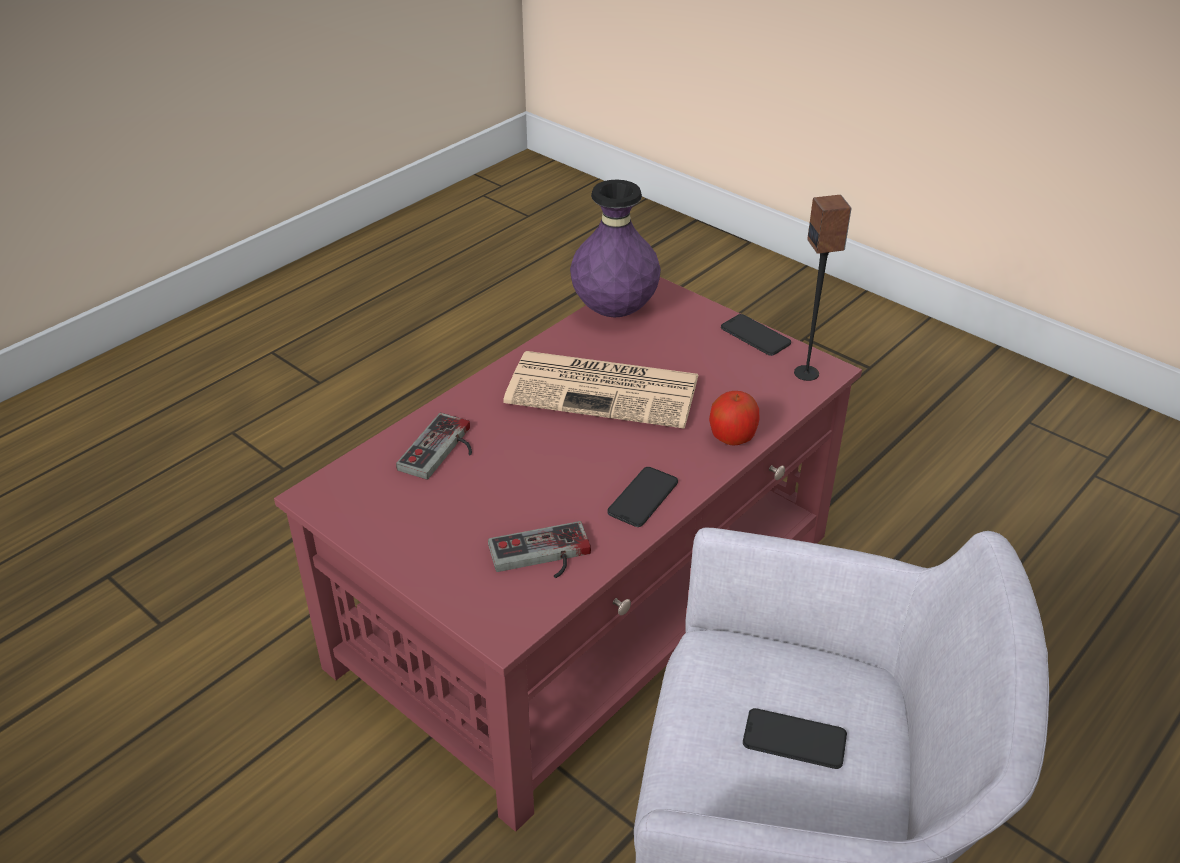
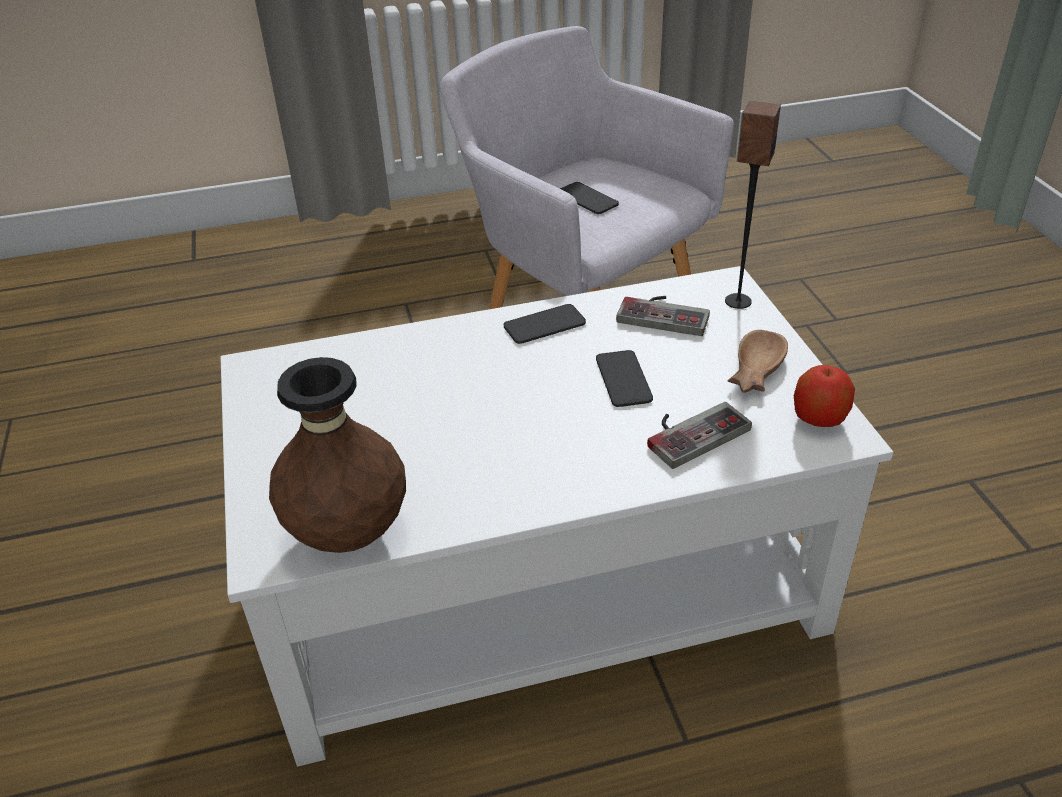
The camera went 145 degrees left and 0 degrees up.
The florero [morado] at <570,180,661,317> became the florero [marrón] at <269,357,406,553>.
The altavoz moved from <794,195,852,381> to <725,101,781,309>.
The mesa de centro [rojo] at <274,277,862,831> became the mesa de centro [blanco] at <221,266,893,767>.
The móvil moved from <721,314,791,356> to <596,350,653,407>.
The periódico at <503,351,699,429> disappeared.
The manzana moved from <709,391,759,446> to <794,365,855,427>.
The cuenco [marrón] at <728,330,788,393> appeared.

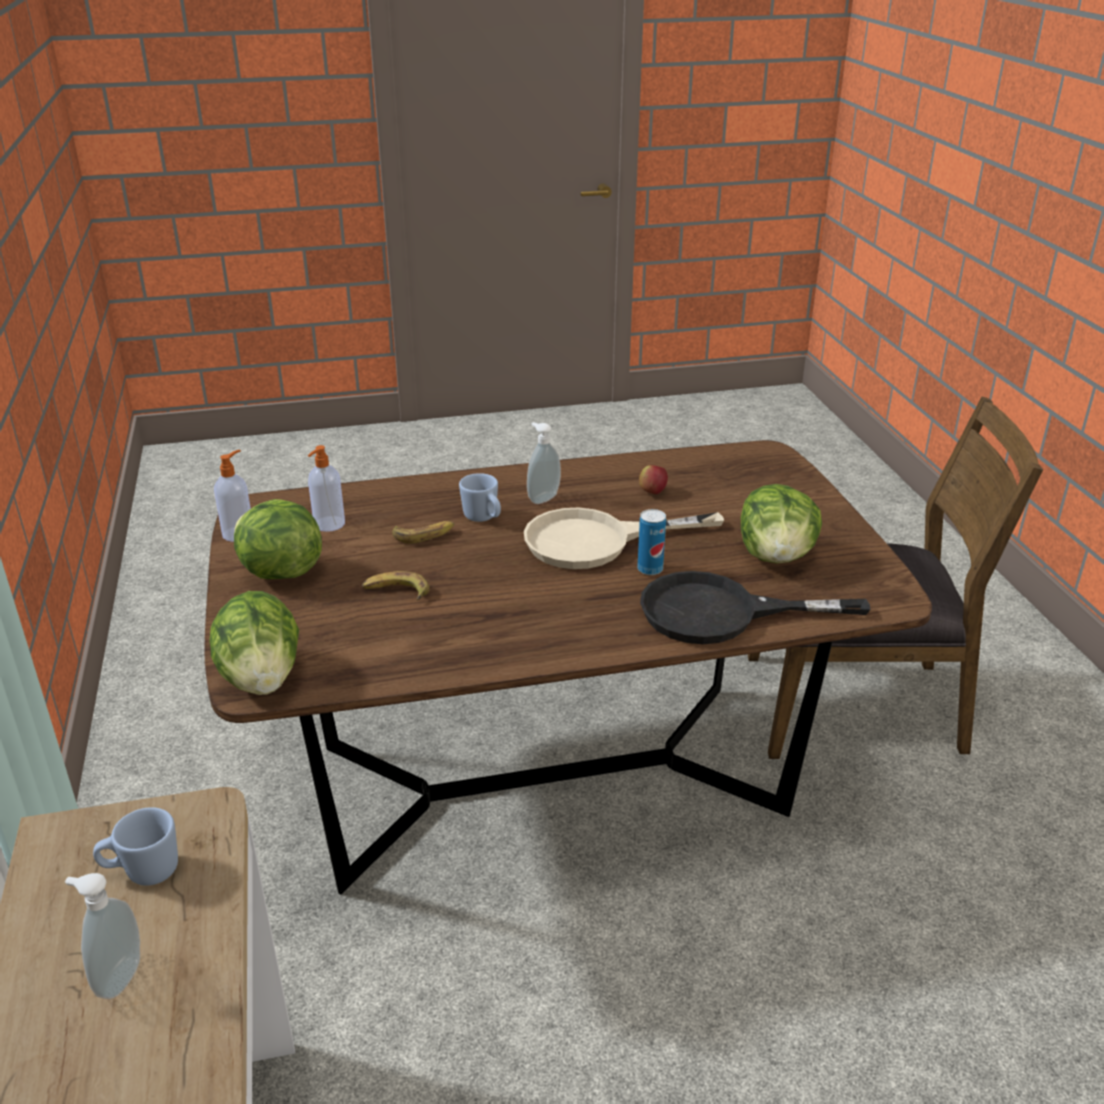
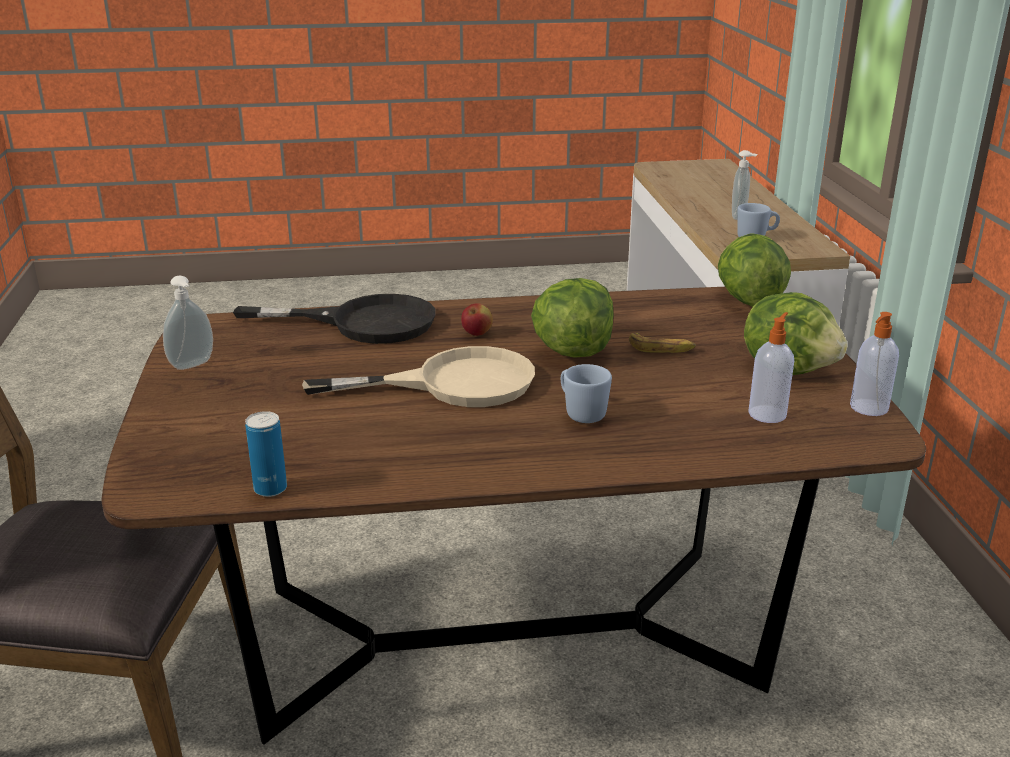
The camera went 175 degrees left and 5 degrees down.
The dispensador de jabón moved from <527,422,561,504> to <163,276,213,370>.
The manzana moved from <639,465,668,494> to <461,303,493,336>.
The lechuga moved from <741,484,822,563> to <531,278,614,358>.
The lata moved from <637,509,666,575> to <245,411,287,497>.
The plátano at <392,521,455,544> disappeared.

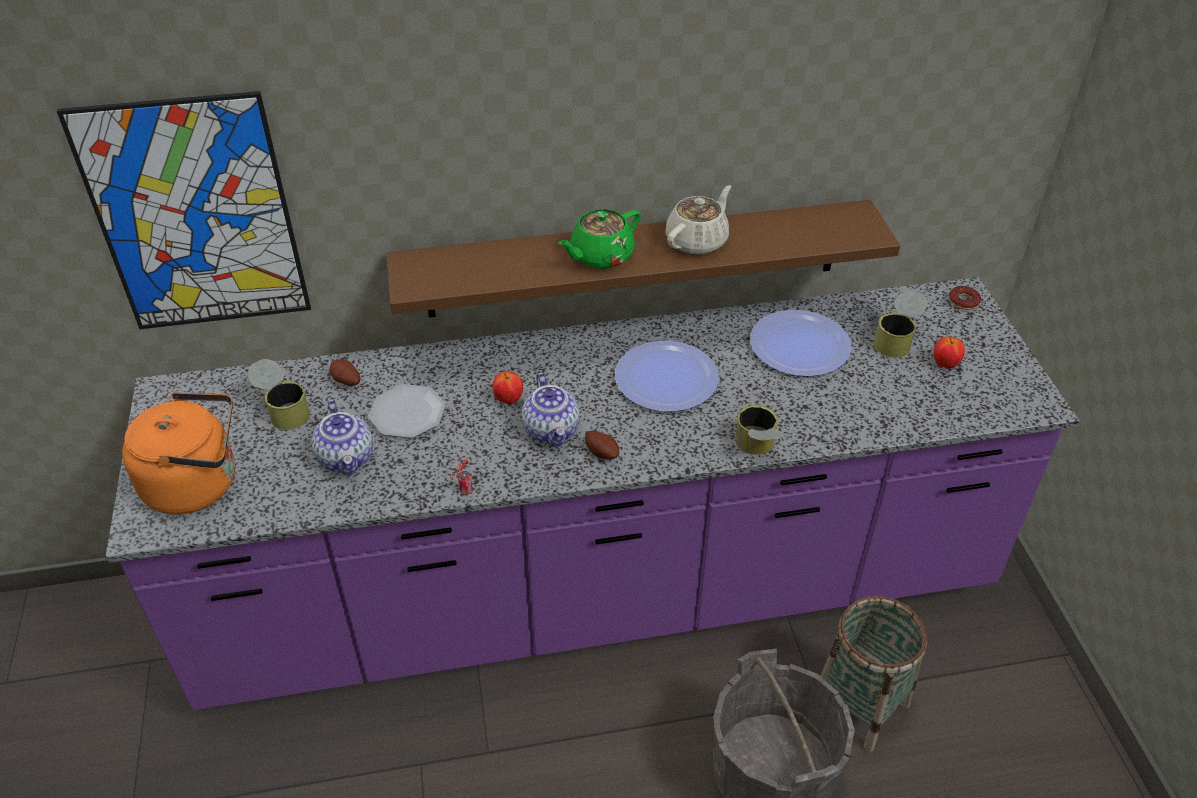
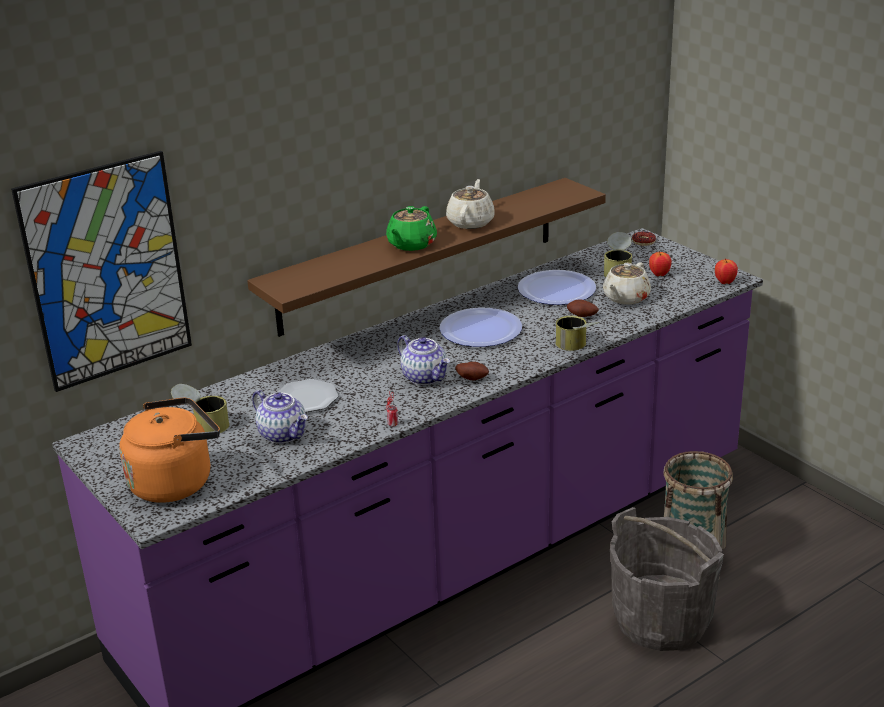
The camera went 25 degrees left and 15 degrees down.
The patata moved from <330,359,360,386> to <567,299,599,317>.
The manzana moved from <492,371,523,405> to <715,258,738,284>.
The tetera [beis] at <603,262,651,305> appeared.

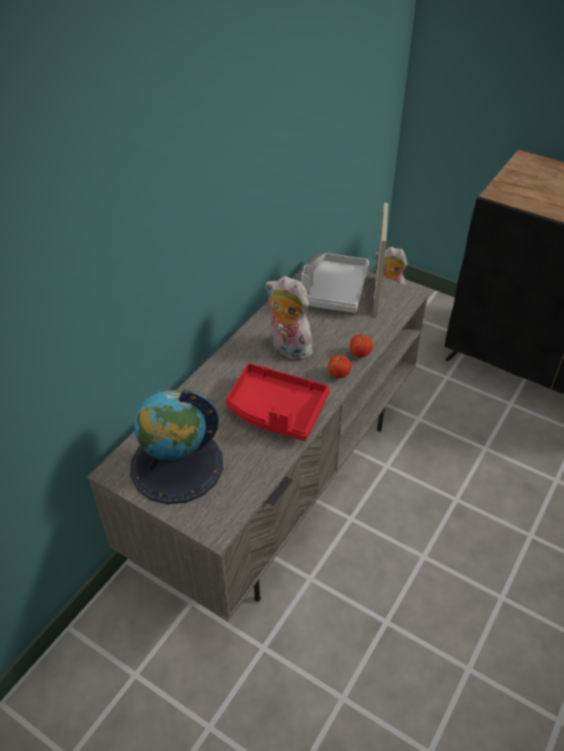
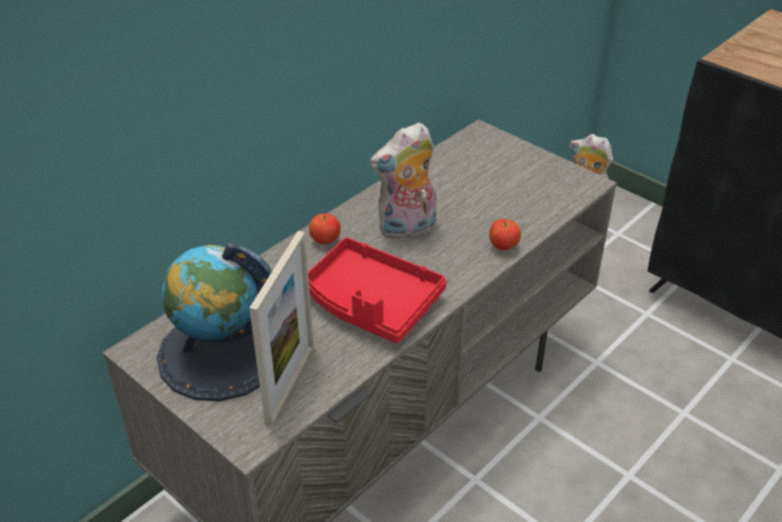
The camera went 10 degrees right and 5 degrees down.
The portarretratos moved from <373,203,388,316> to <249,231,314,427>.
The bandeja [gris] at <301,253,369,313> disappeared.
The peluche at <265,276,312,360> turned 75 degrees counterclockwise.
The manzana moved from <328,355,352,378> to <309,214,341,244>.

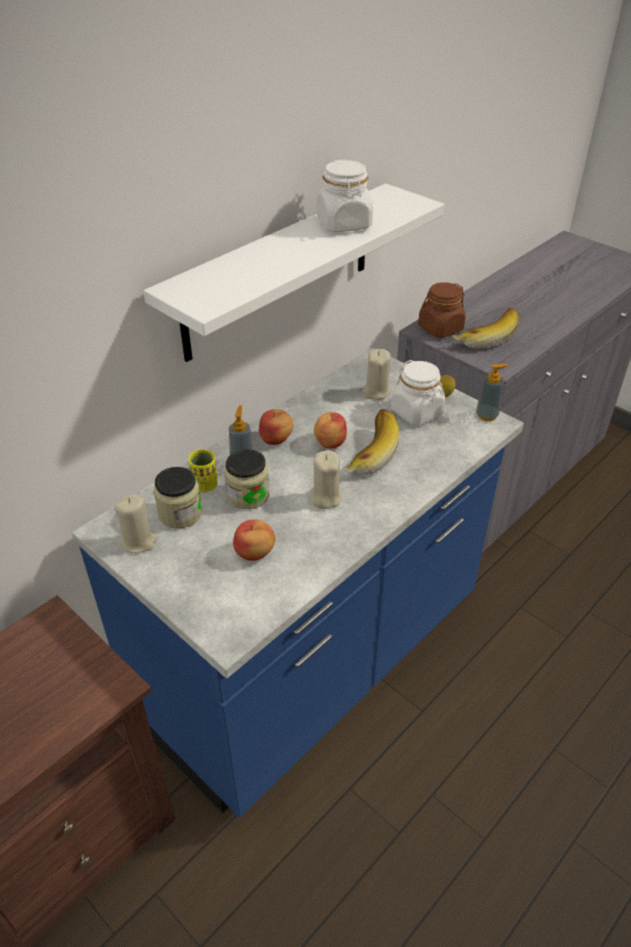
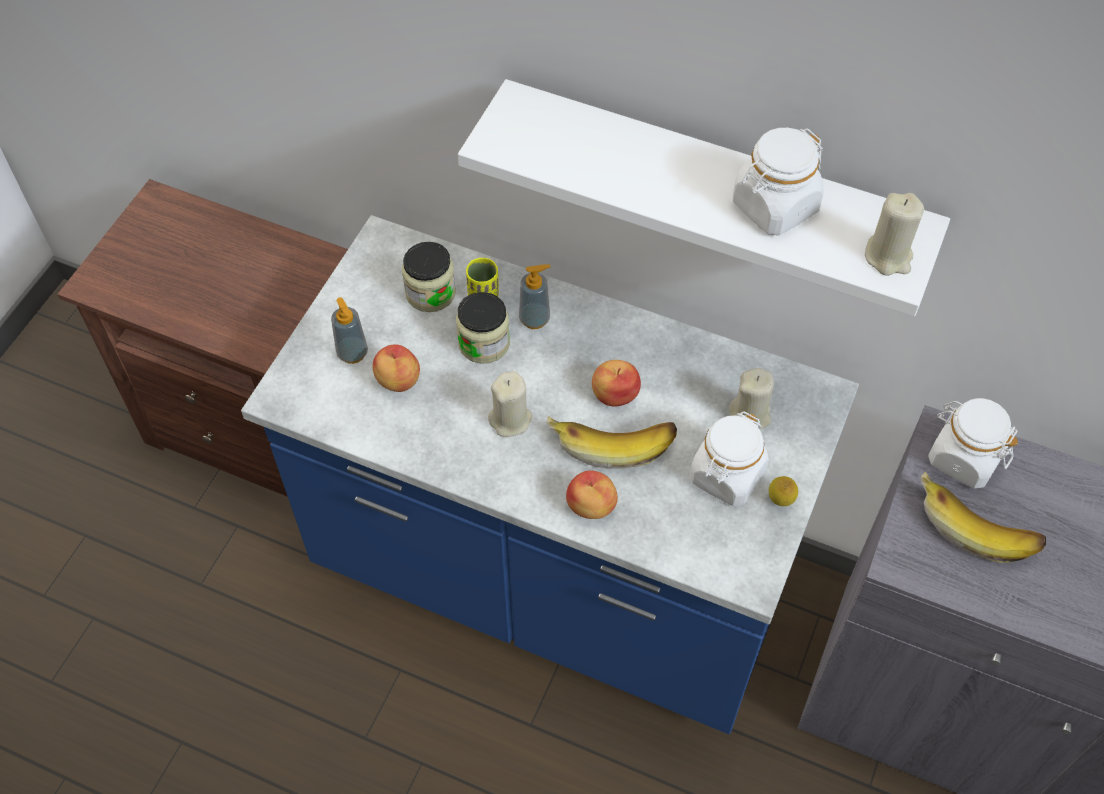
The camera went 70 degrees right and 15 degrees up.
The tarro [marrón] at <418,282,465,338> became the tarro [blanco] at <928,398,1018,489>.
The dispensador de jabón moved from <476,364,509,421> to <331,297,368,364>.
The manzana moved from <259,409,293,445> to <566,471,618,519>.
The vela [beis] moved from <114,494,159,553> to <865,193,924,276>.

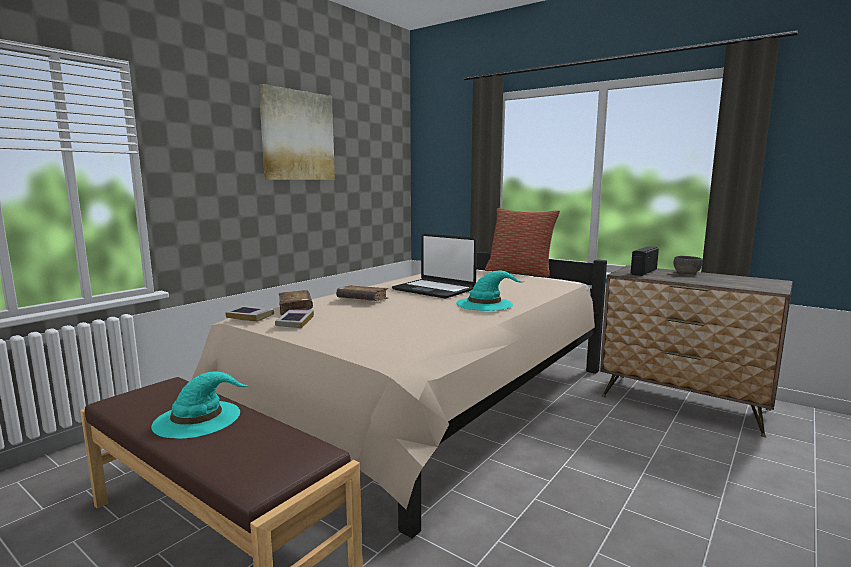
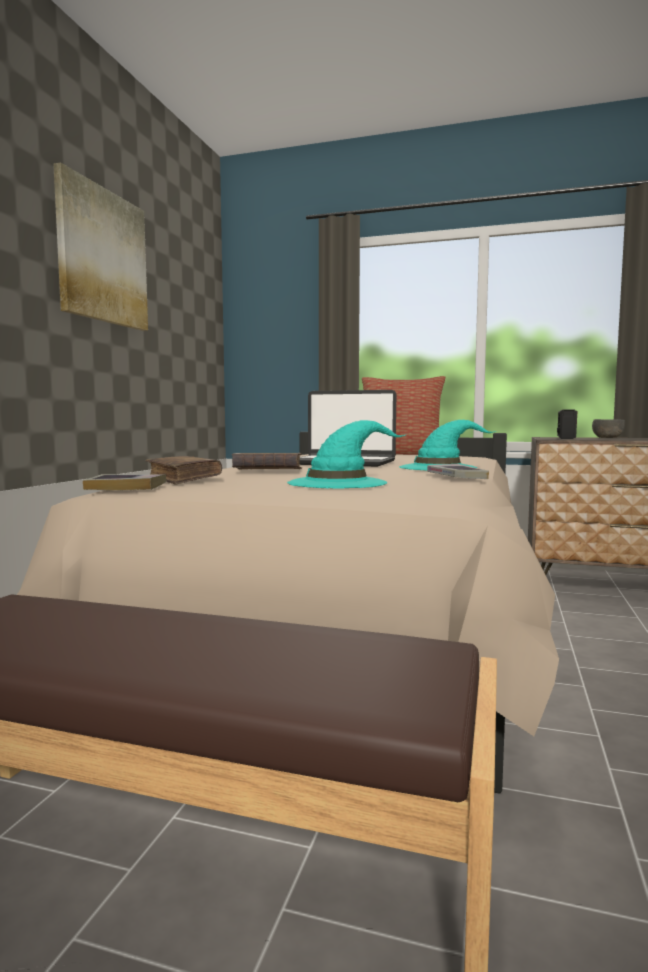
The camera went 20 degrees left and 5 degrees down.
The libro moved from <275,310,314,328> to <427,464,489,479>.
The sombrero [turquesa] moved from <151,371,250,439> to <287,420,406,489>.

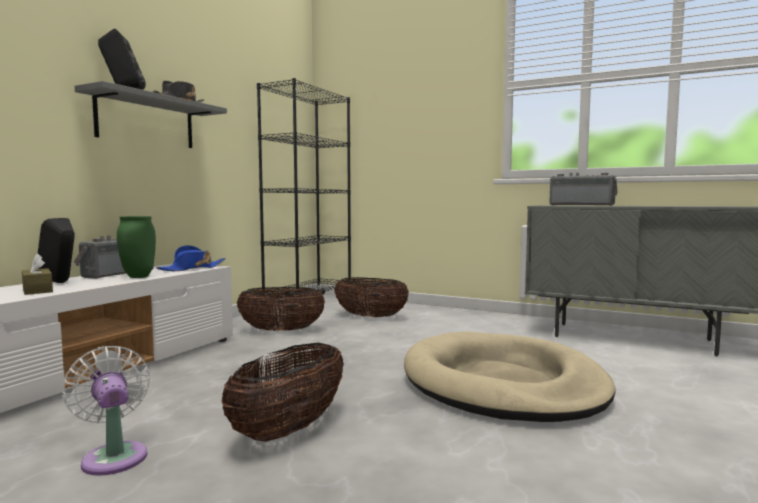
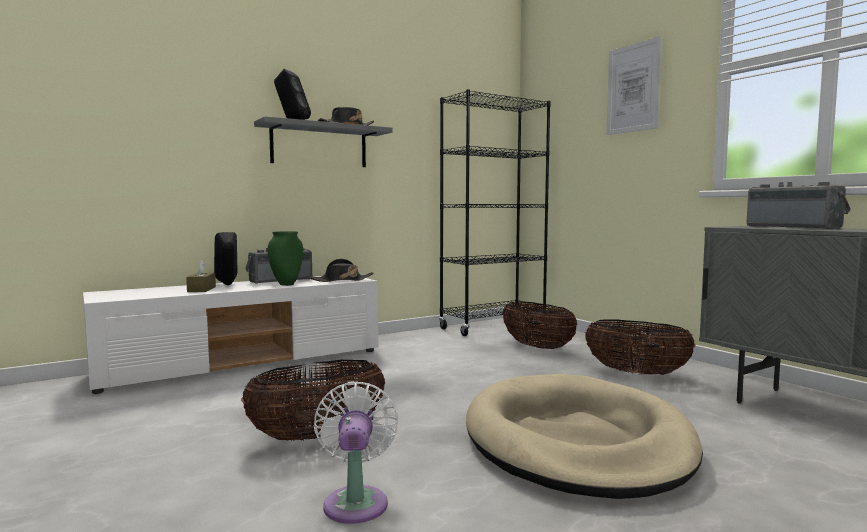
The camera went 30 degrees right and 0 degrees up.
The sombrero [azul] at <156,245,225,271> became the sombrero [negro] at <309,259,374,282>.
The cesta moved from <237,287,325,331> to <585,319,696,375>.
The ventilador [blanco] moved from <62,346,150,476> to <314,381,398,524>.
The cuadro at <606,36,662,135> appeared.

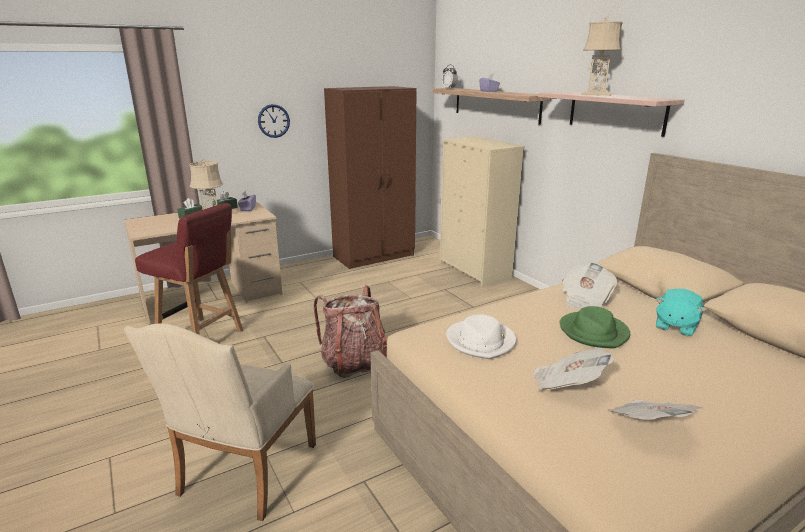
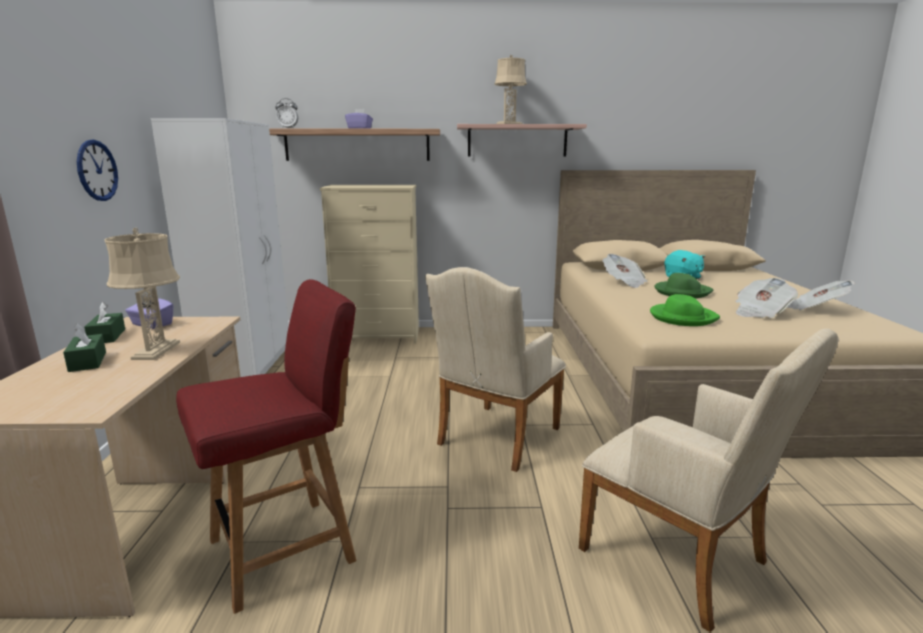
The camera went 60 degrees left and 5 degrees down.
The armario ropero [marrón] at <324,86,417,269> became the armario ropero [blanco] at <151,118,289,377>.
The mochila at <314,285,387,378> was replaced by the sillón [beis] at <425,267,566,472>.
The sombrero [blanco] at <446,314,516,359> became the sombrero [verde] at <650,294,720,326>.

